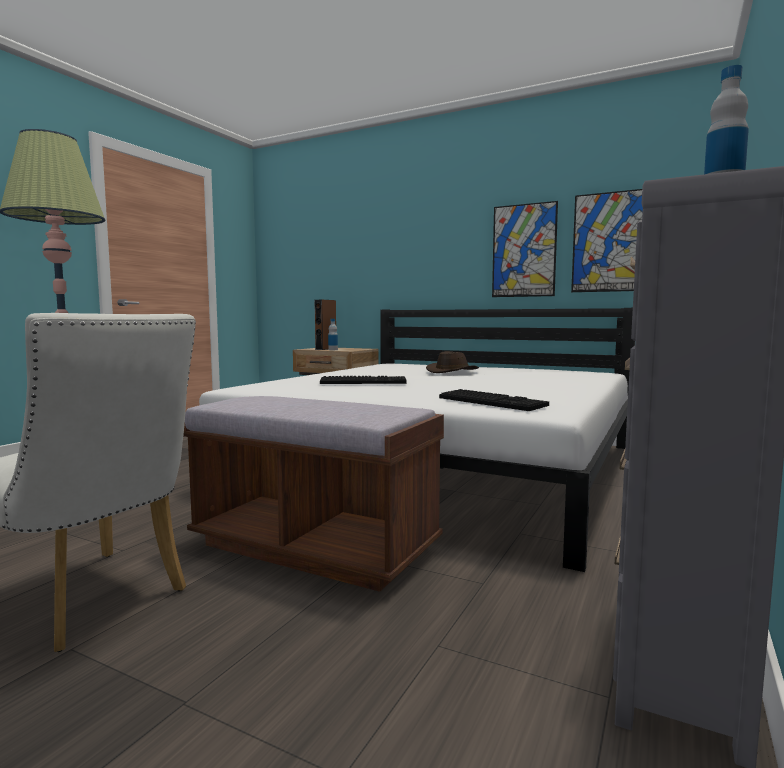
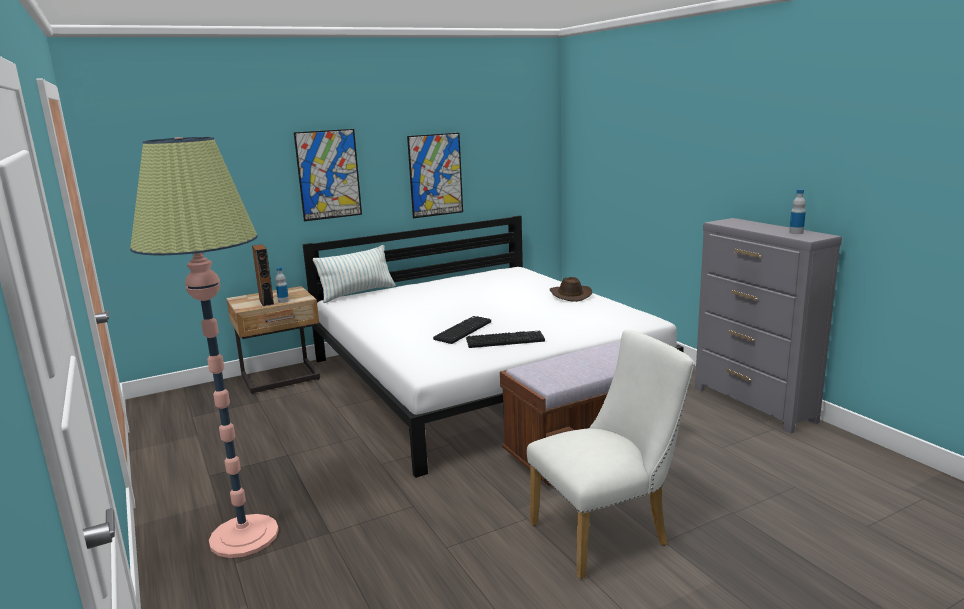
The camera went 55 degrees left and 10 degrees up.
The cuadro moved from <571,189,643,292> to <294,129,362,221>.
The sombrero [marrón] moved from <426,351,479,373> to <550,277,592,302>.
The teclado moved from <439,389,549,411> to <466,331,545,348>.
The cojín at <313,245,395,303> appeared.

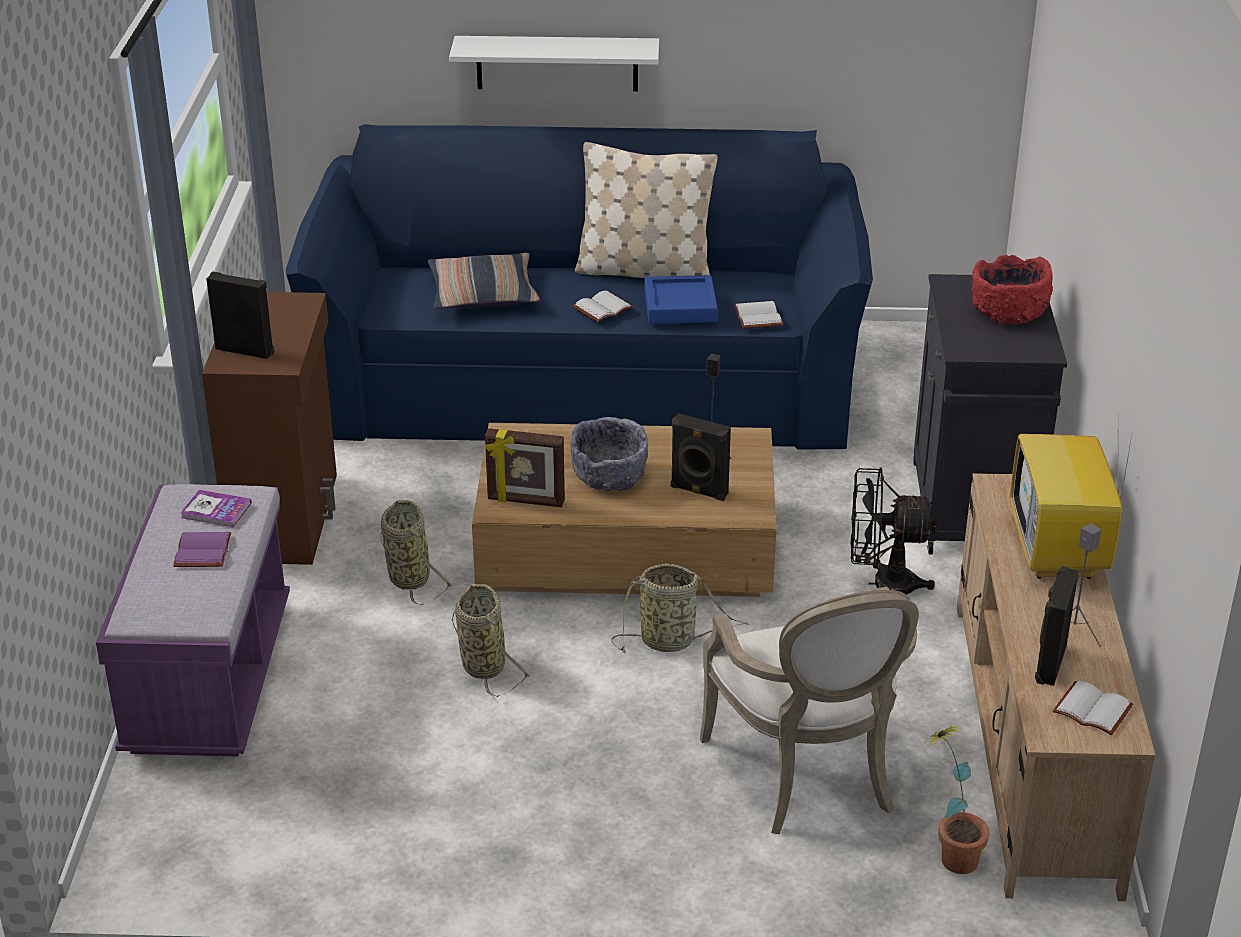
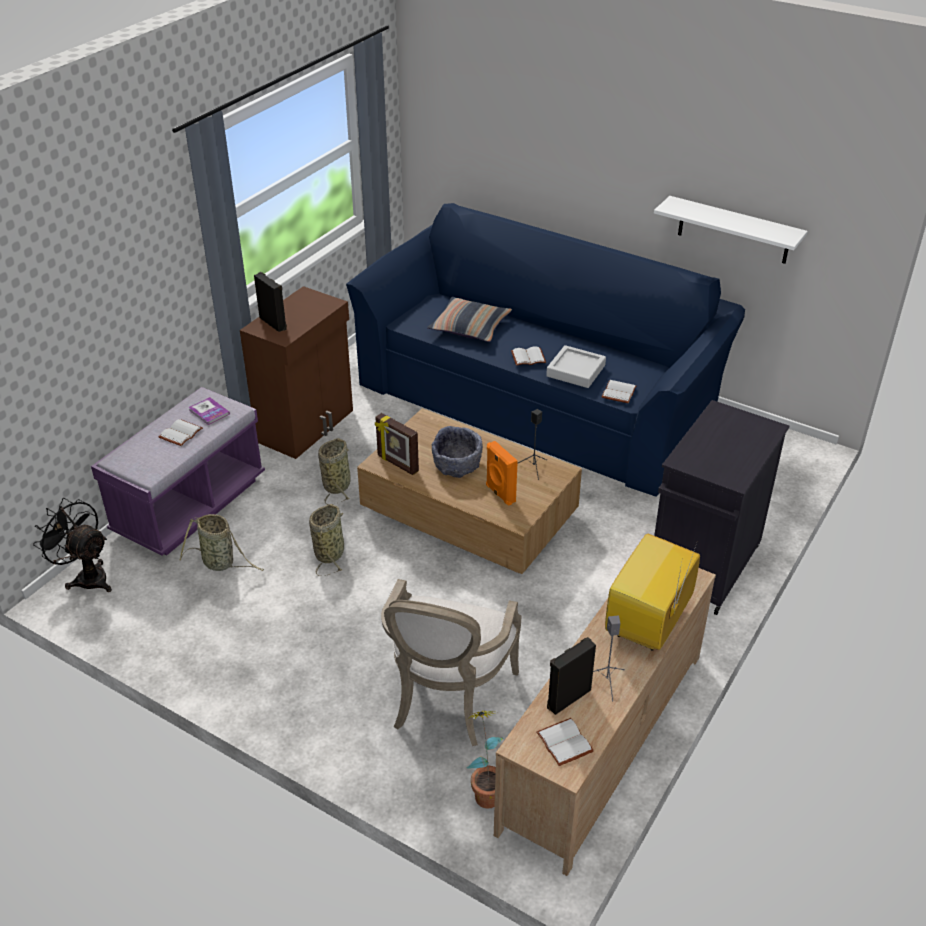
The camera went 30 degrees right and 5 degrees up.
The estante [blanco] moved from <449,36,659,91> to <654,196,808,264>.
The cojín [beis] at <575,142,718,278> disappeared.
The cuenco [rojo] at <972,255,1053,325> disappeared.
The bandeja [azul] at <644,275,718,324> became the bandeja [gris] at <546,345,606,388>.
The altavoz [negro] at <671,413,731,501> became the altavoz [naranja] at <486,441,518,506>.
The ventilador [negro] moved from <851,467,938,595> to <33,498,112,592>.
The libro [morado] at <173,532,231,567> became the libro [blanco] at <159,419,203,446>.
The cesta moved from <612,563,749,653> to <179,514,264,571>.

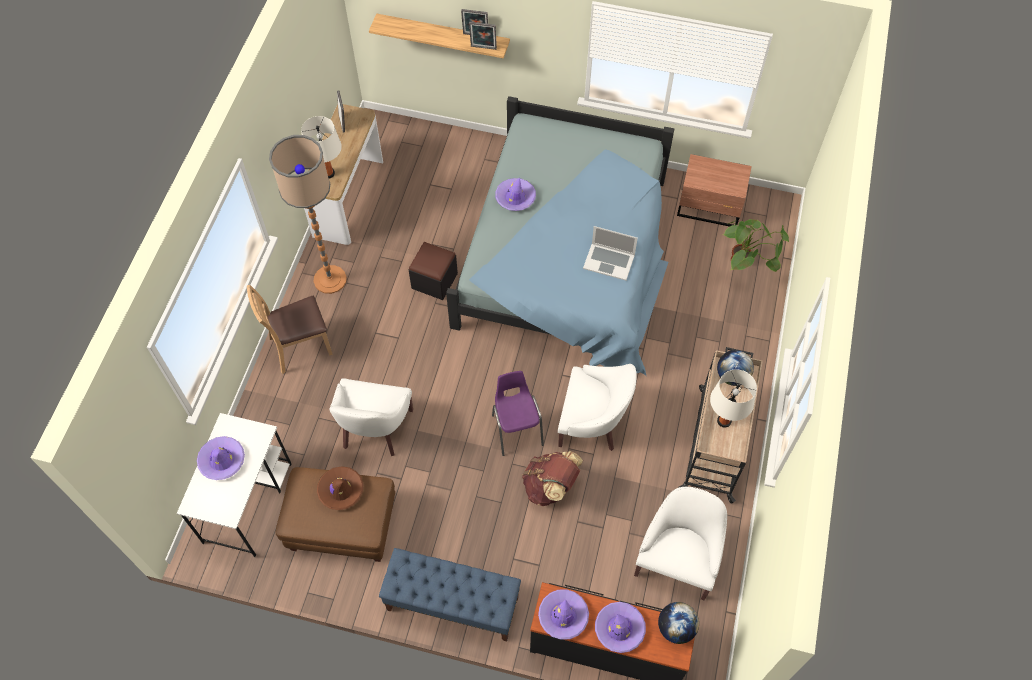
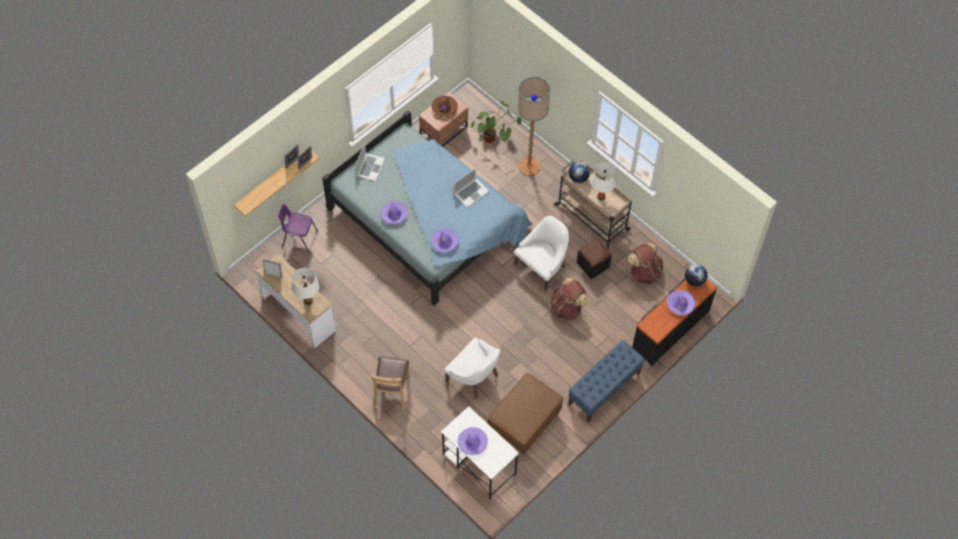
The camera went 60 degrees left and 0 degrees up.
The lámpara de pie moved from <269,135,347,294> to <518,76,551,176>.
The puf [negro] moved from <409,242,458,300> to <576,238,612,279>.
The silla [morado] moved from <492,371,544,456> to <278,204,319,253>.
The sombrero [marrón] moved from <317,466,363,510> to <432,96,458,117>.
The sillón [blanco] at <634,487,727,600> was replaced by the mochila [marrón] at <628,242,663,284>.
The sombrero [morado] moved from <538,589,589,640> to <431,229,459,253>.
The portátil at <355,143,385,182> appeared.

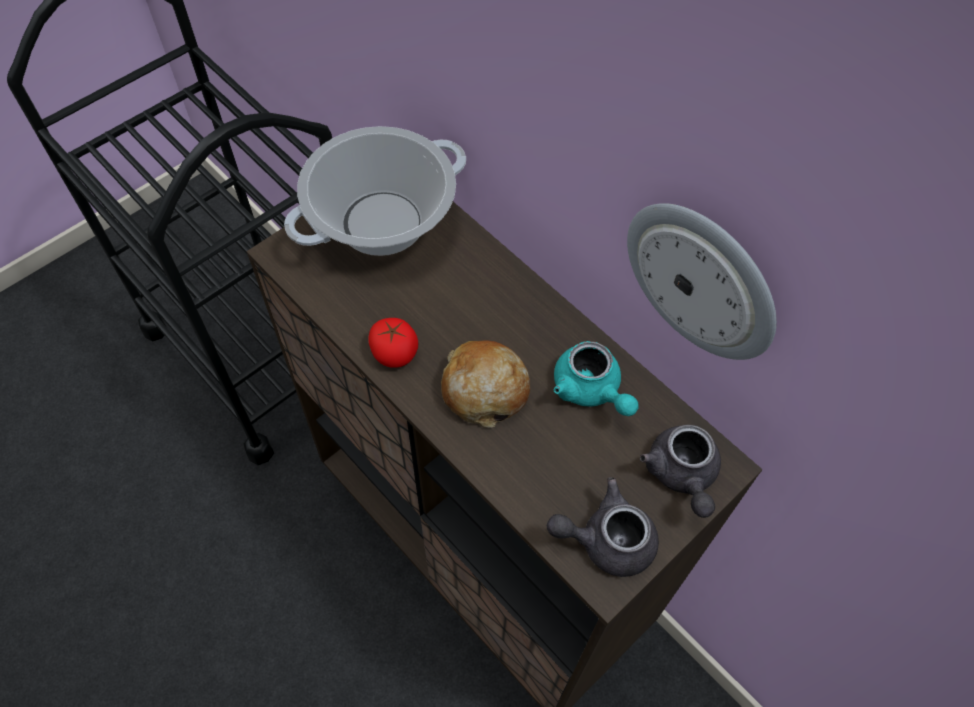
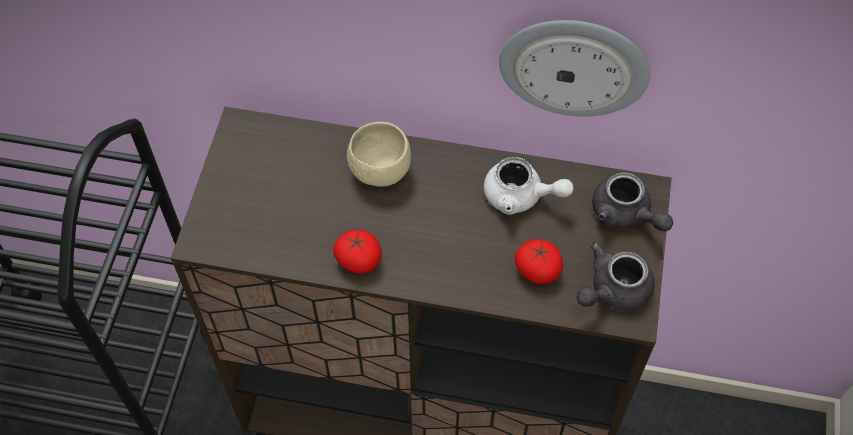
The camera went 35 degrees left and 0 degrees up.
The olla at <284,126,466,256> disappeared.
The pan at <441,340,530,428> disappeared.
The tetera [turquesa] at <554,341,638,416> became the tetera [blanco] at <484,157,574,215>.
The cuenco [beis] at <347,122,411,187> appeared.
The tomate at <515,239,563,284> appeared.

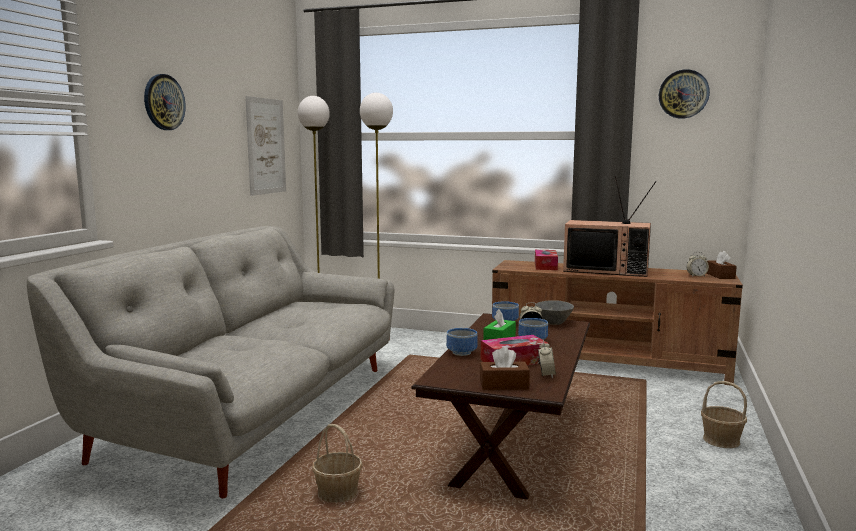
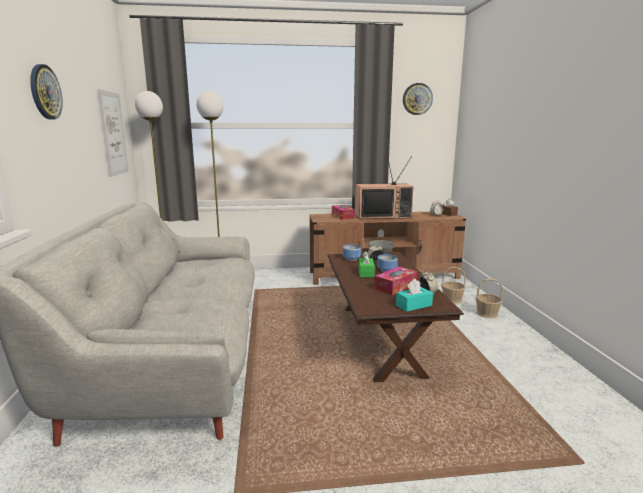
The camera went 25 degrees left and 5 degrees up.
The cuenco at <446,328,478,356> disappeared.
The caja de pañuelos [marrón] at <480,346,530,390> became the caja de pañuelos [turquesa] at <396,279,433,312>.
The cesta moved from <312,424,363,503> to <441,267,466,304>.

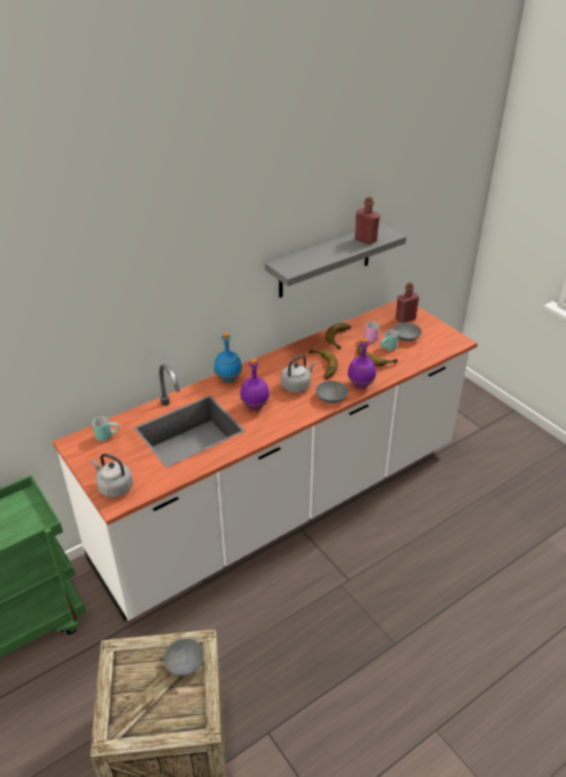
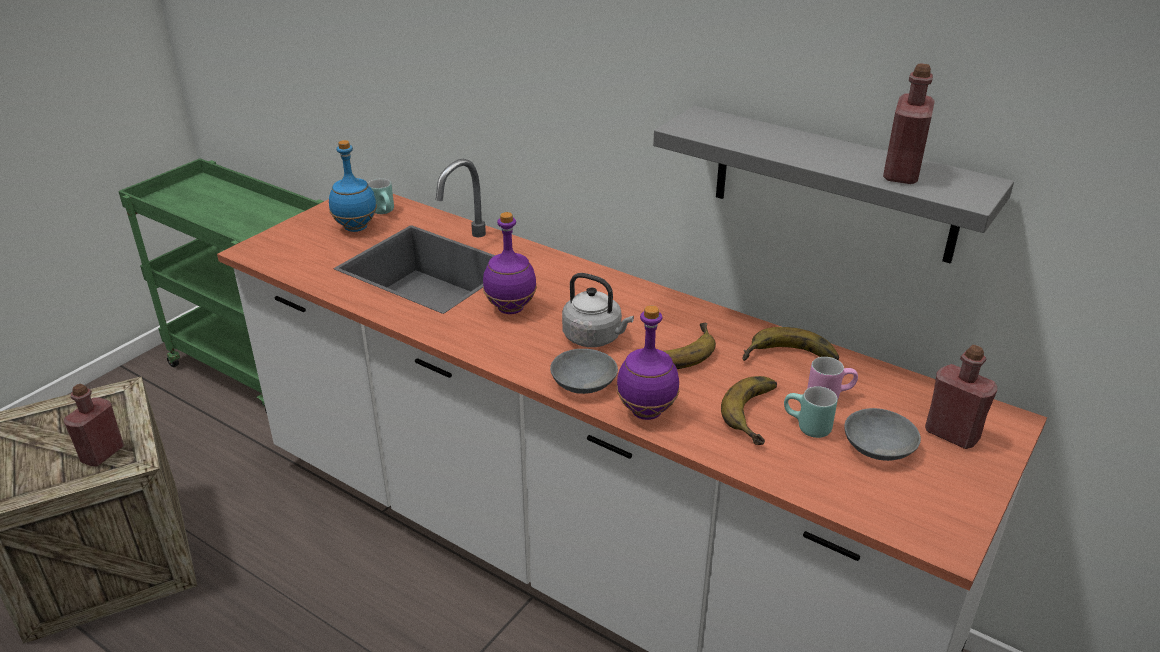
The camera went 70 degrees right and 5 degrees down.
The botella [azul] moved from <214,332,242,383> to <329,140,377,232>.
The hervidor [gris] at <92,453,133,498> disappeared.
The cuenco [gris] at <163,638,204,676> was replaced by the botella [rojo] at <63,384,124,467>.

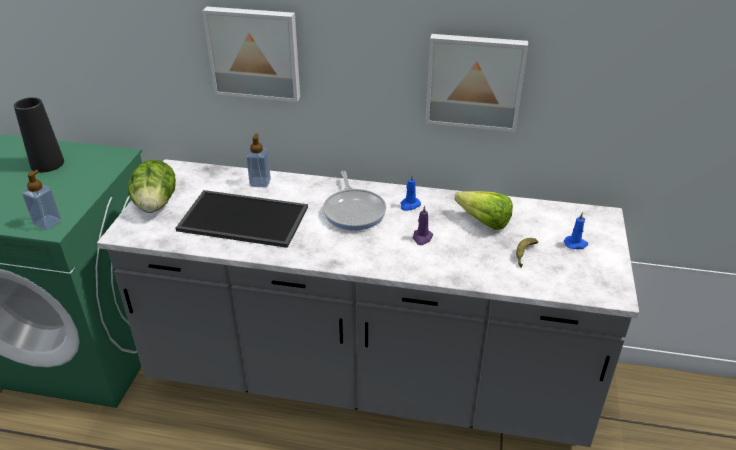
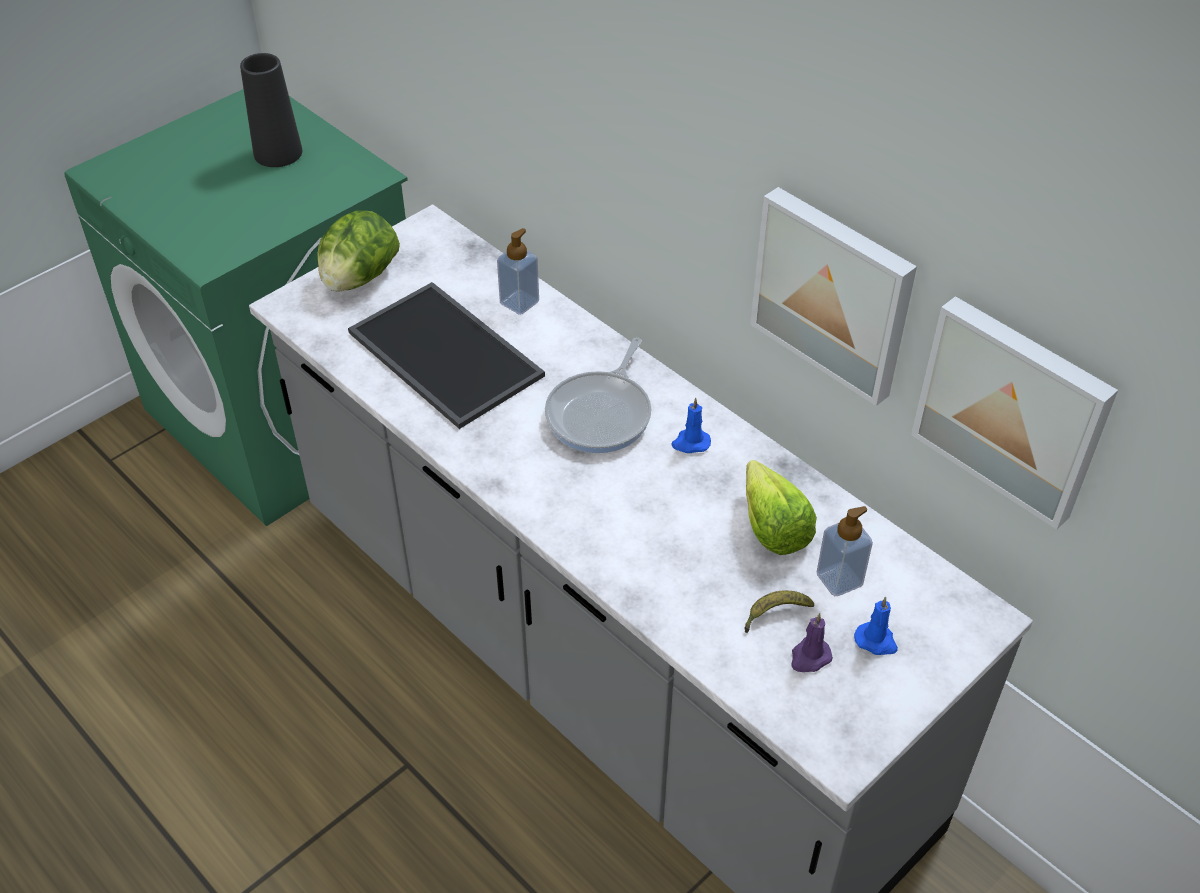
The camera went 35 degrees right and 10 degrees up.
The cuadro moved from <202,7,300,102> to <911,296,1118,530>.
The dispensador de jabón moved from <22,170,61,230> to <817,506,873,596>.
The vela [morado] moved from <413,205,433,245> to <791,613,833,672>.

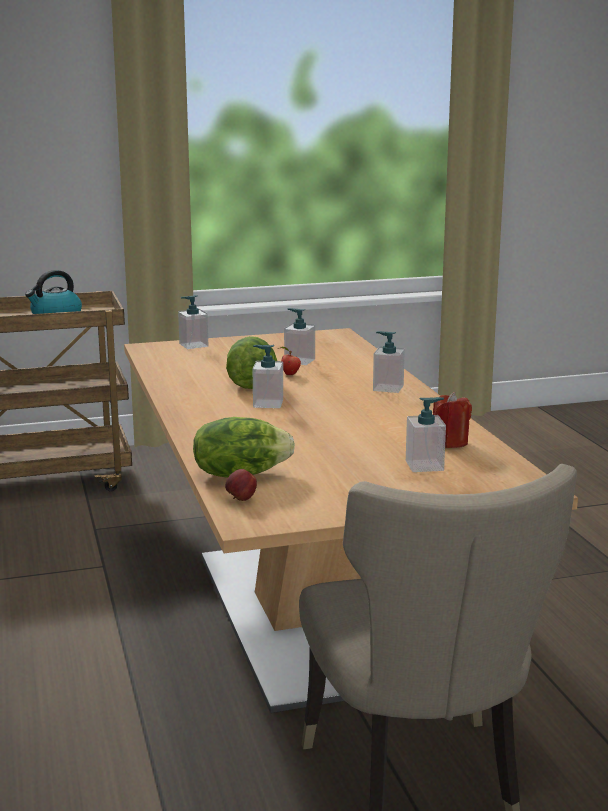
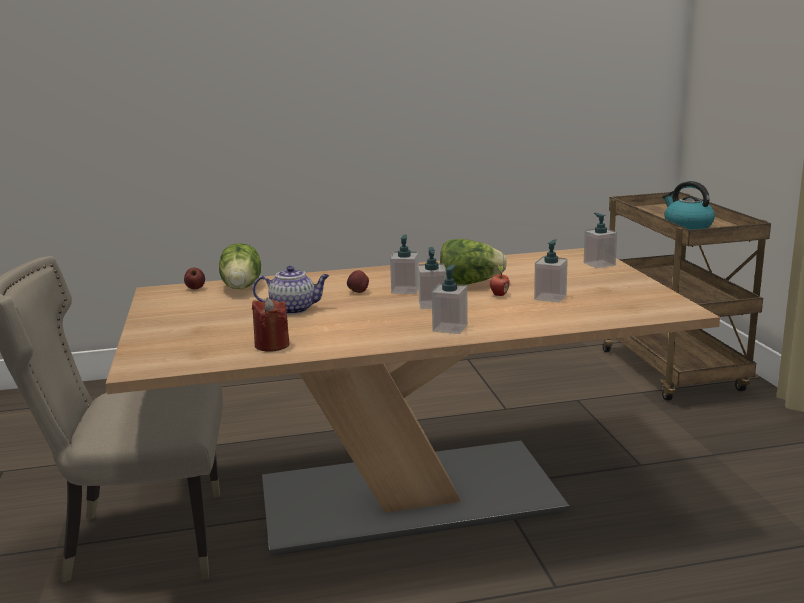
The camera went 95 degrees right and 0 degrees up.
The dispensador de jabón moved from <406,397,446,472> to <418,247,446,309>.
The tetera at <253,266,329,315> appeared.
The manzana at <347,270,369,293> appeared.

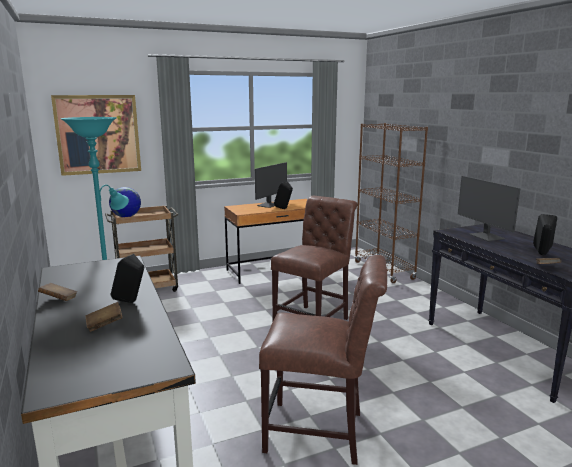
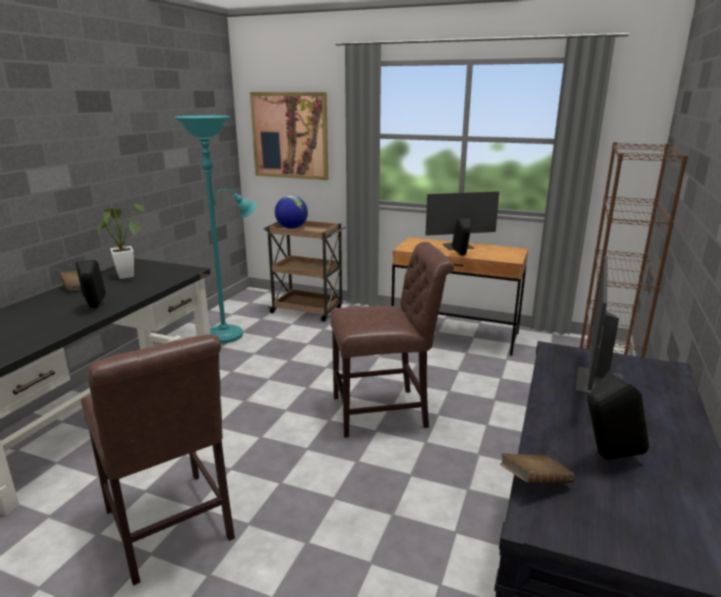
The camera went 45 degrees right and 5 degrees up.
The libro [marrón] at <86,302,122,332> disappeared.
The planta en maceta at <98,203,146,279> appeared.

